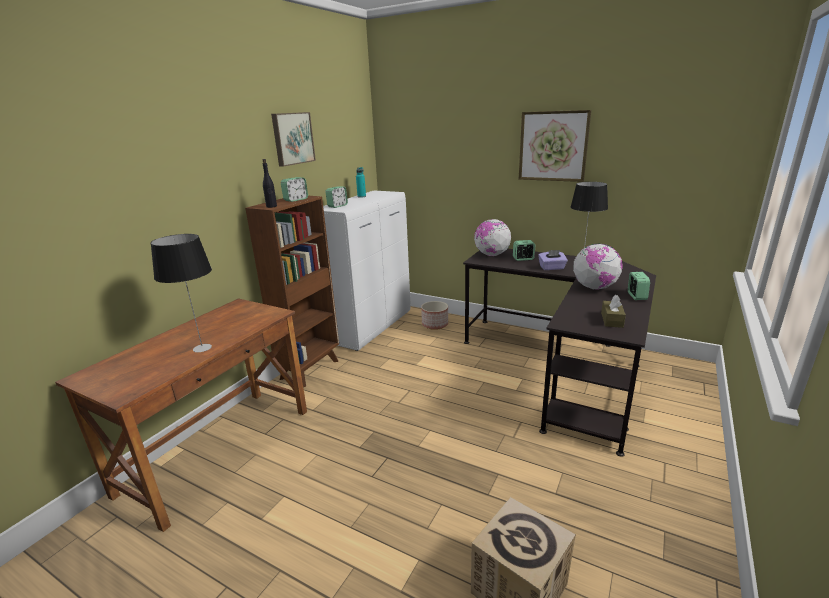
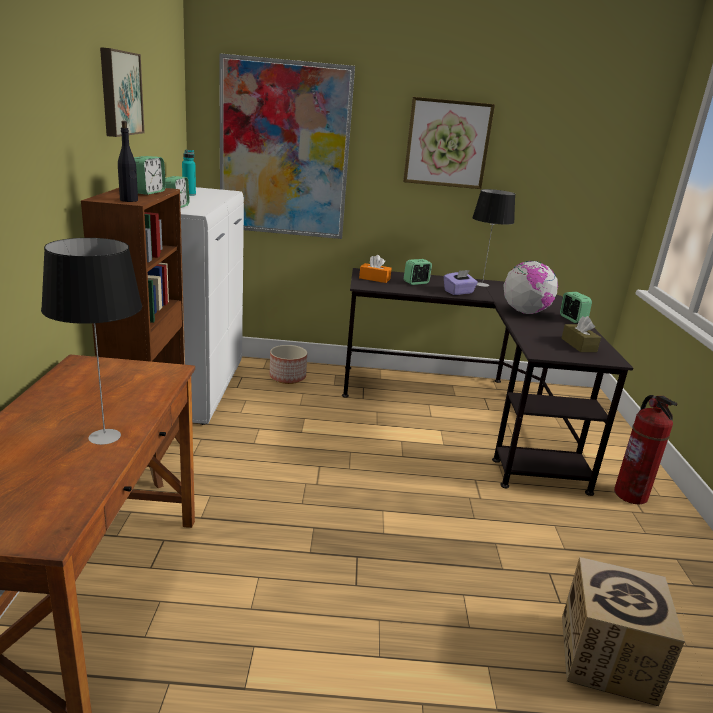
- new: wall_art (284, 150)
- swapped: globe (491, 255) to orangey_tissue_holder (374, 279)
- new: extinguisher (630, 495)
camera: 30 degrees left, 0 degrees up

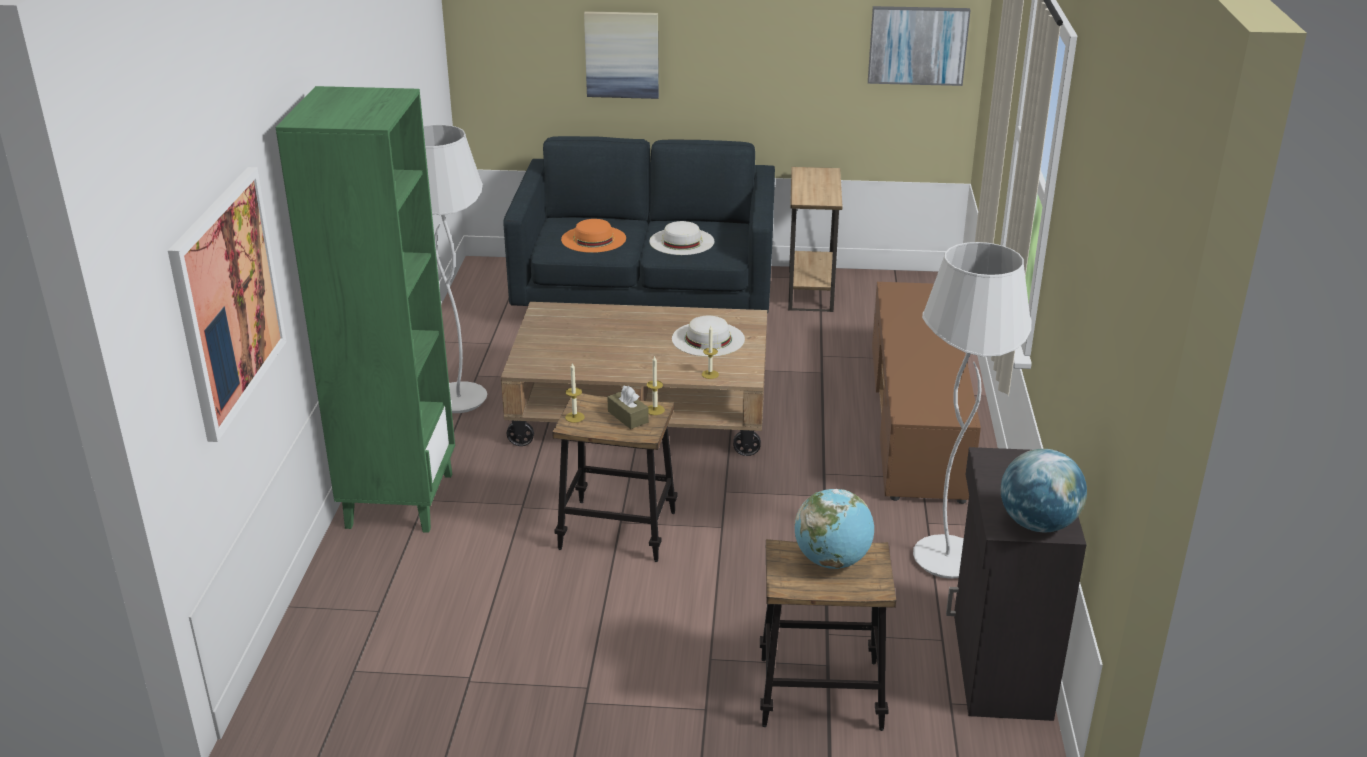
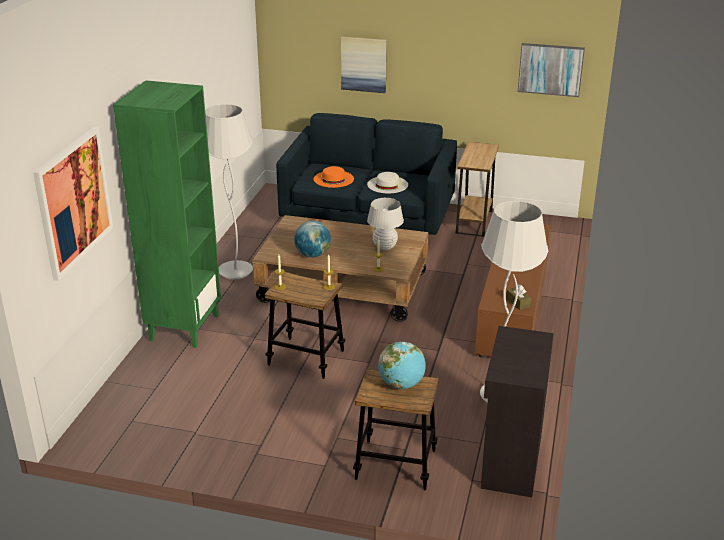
- shifted: globe (1038, 524) to (313, 255)
- swapped: white_hat (708, 339) to white_table_lamp (385, 247)
- shifted: brown-coloured_tissue_holder (628, 417) to (518, 302)
camera: 10 degrees right, 0 degrees up

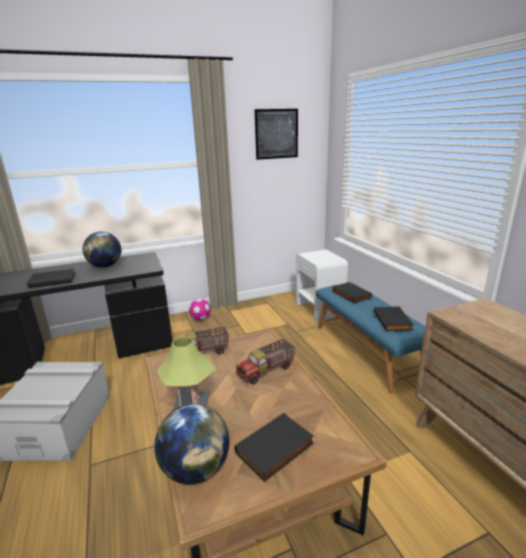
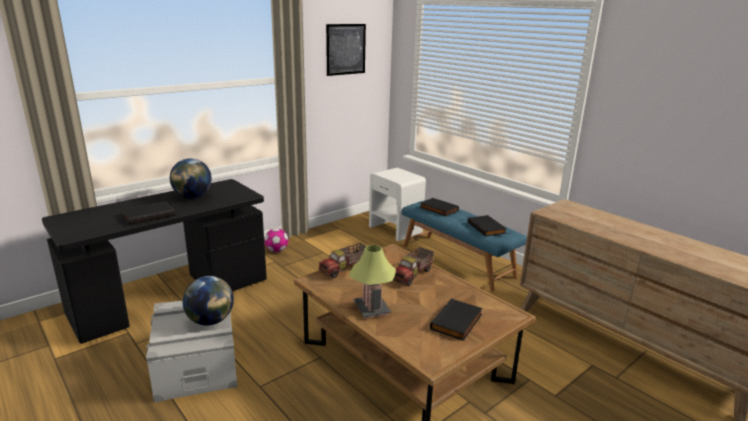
- shifted: globe (196, 469) to (210, 321)
camera: 20 degrees left, 0 degrees up

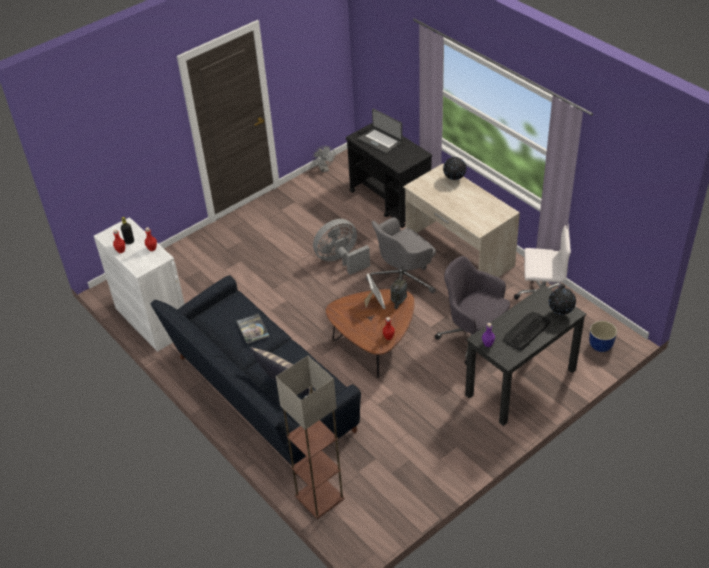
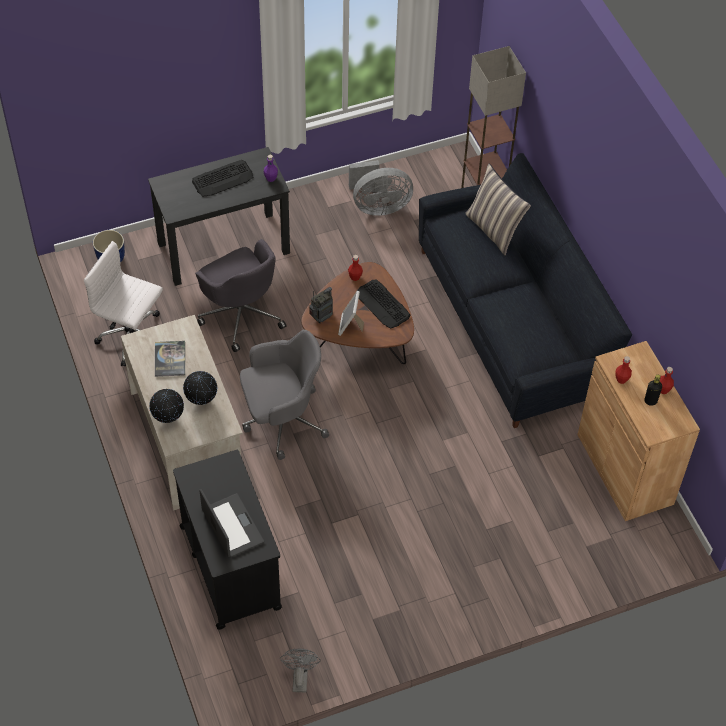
- shifted: bound_book (253, 329) to (170, 359)
- shifted: globe (560, 313) to (201, 400)
- shifted: grey_electric_fan (341, 260) to (378, 206)
- new: PC_keyboard (383, 304)
- repainted: white_storage_cabinet (153, 320) to brown-coloured_storage_cabinet (625, 469)
camera: 165 degrees left, 10 degrees up

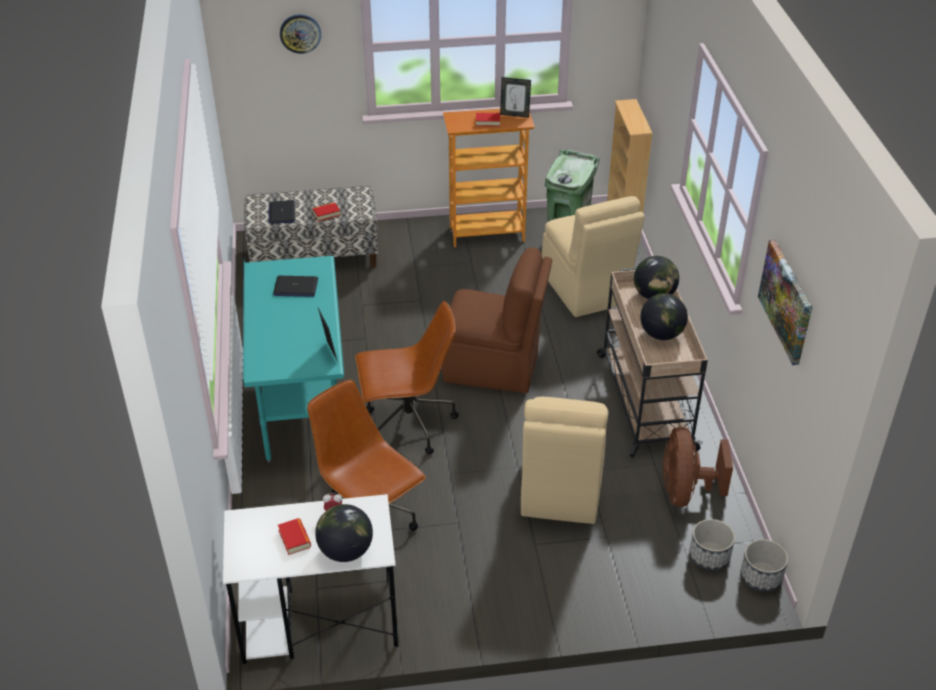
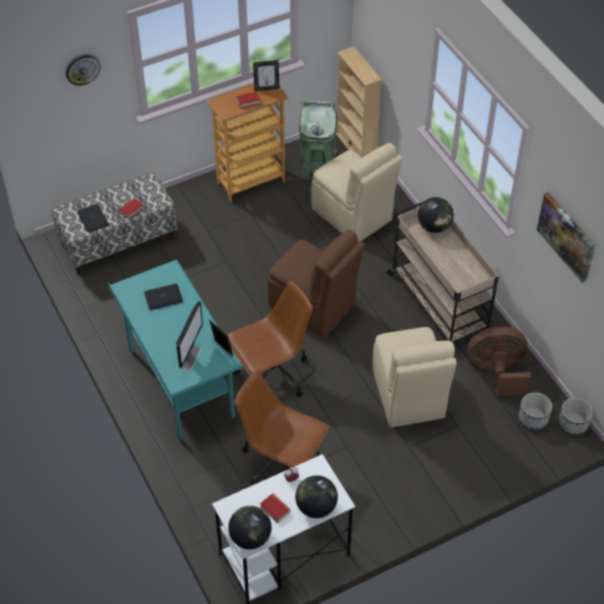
- new: computer_screen (191, 357)
- shifted: globe (661, 334) to (250, 538)
- rotated: brown-coloured_upright_chair (494, 367) = (313, 307) 45 degrees clockwise
- rotated: brown-coloured_electric_fan (685, 491) = (497, 372) 105 degrees clockwise
camera: 20 degrees left, 10 degrees up

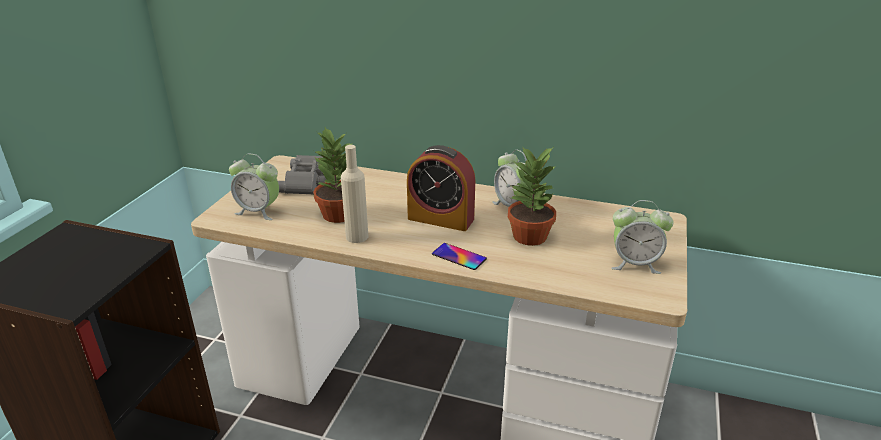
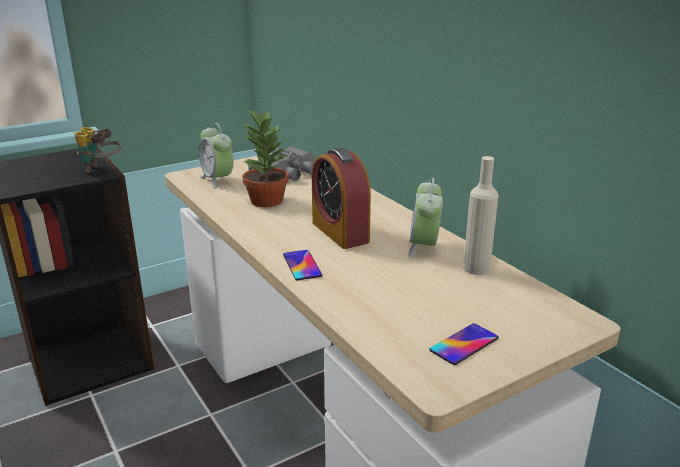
- new: field_glasses (101, 170)
- swapped: table_clock (635, 263) to phone (464, 344)
- shifted: beige_beverage_bottle (357, 236) to (476, 268)
- gone: plant_in_a_pot (530, 237)
camera: 40 degrees right, 5 degrees down

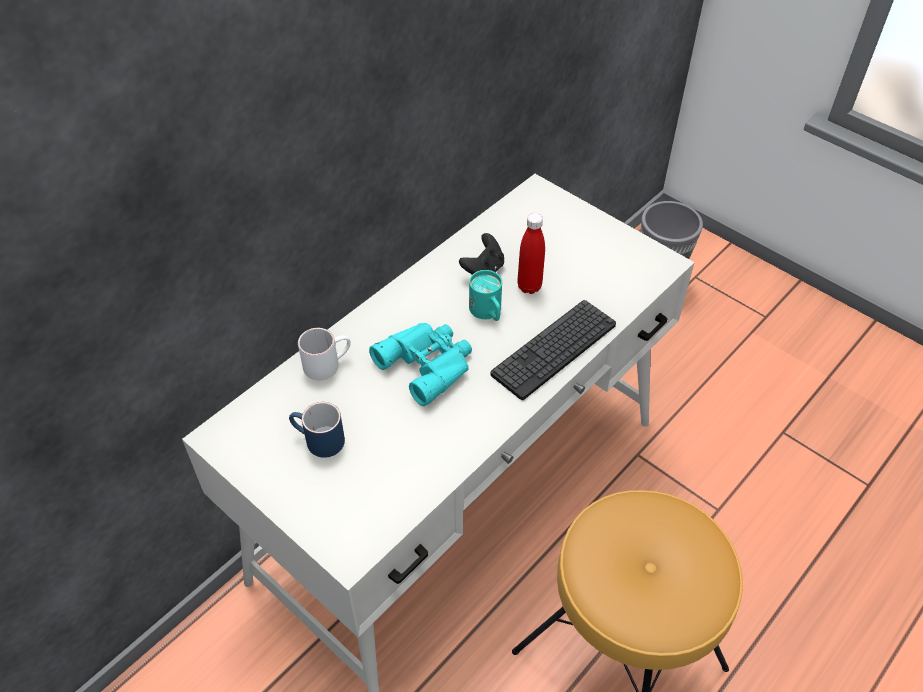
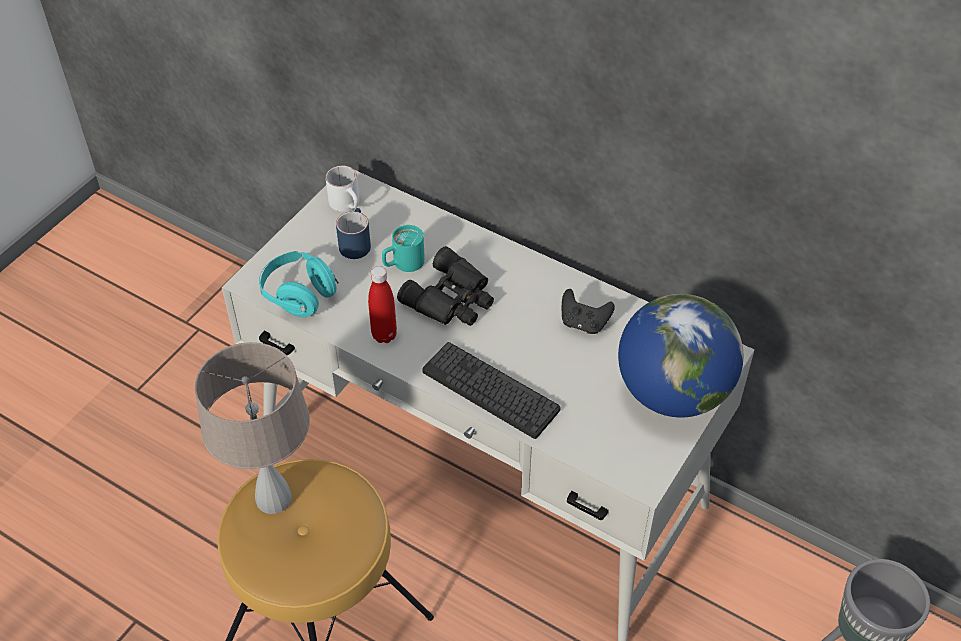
- new: beige_table_lamp (273, 499)
- new: turquoise_headset (299, 295)
- shifted: white_coffee_mug (327, 363) to (348, 204)
- shifted: red-coloured_beverage_bottle (529, 286) to (384, 335)
- shifted: turquoise_coffee_mug (488, 313) to (403, 264)
- repainted: turquoise_field_glasses (428, 363) to black-coloured_field_glasses (452, 299)
- new: globe (673, 392)
camera: 80 degrees right, 0 degrees up

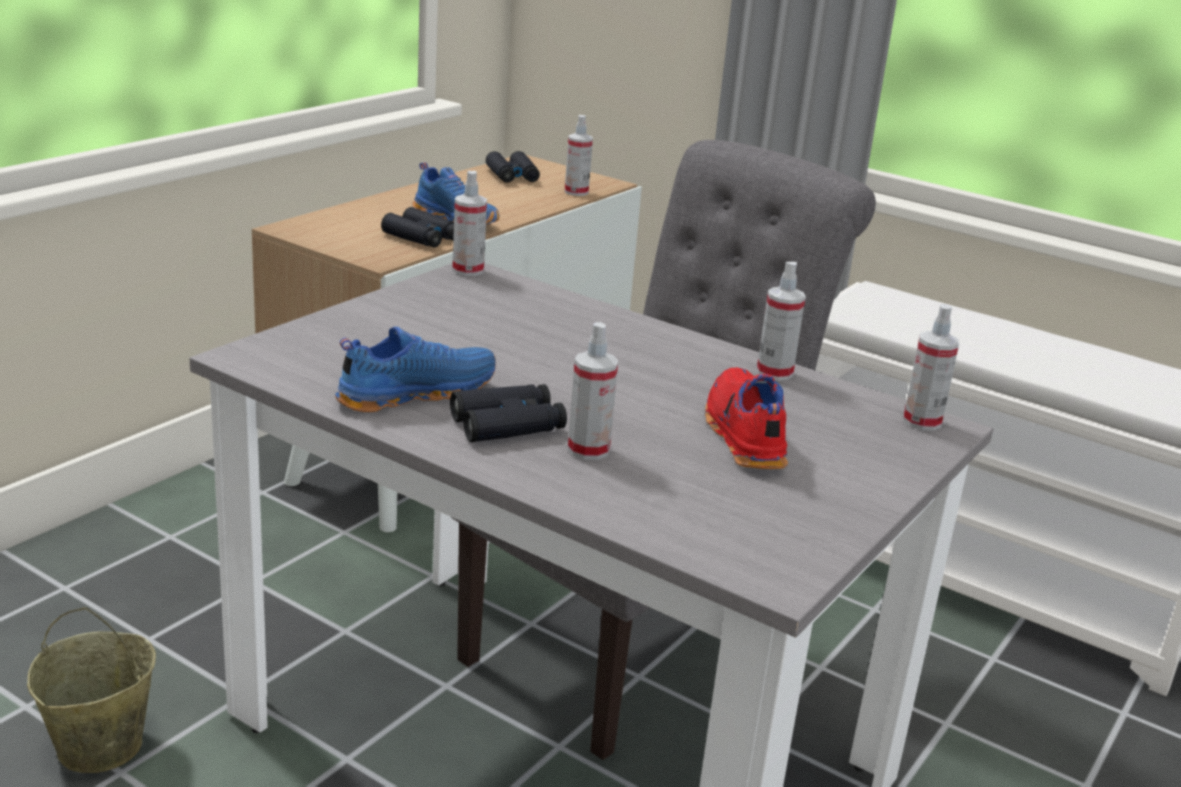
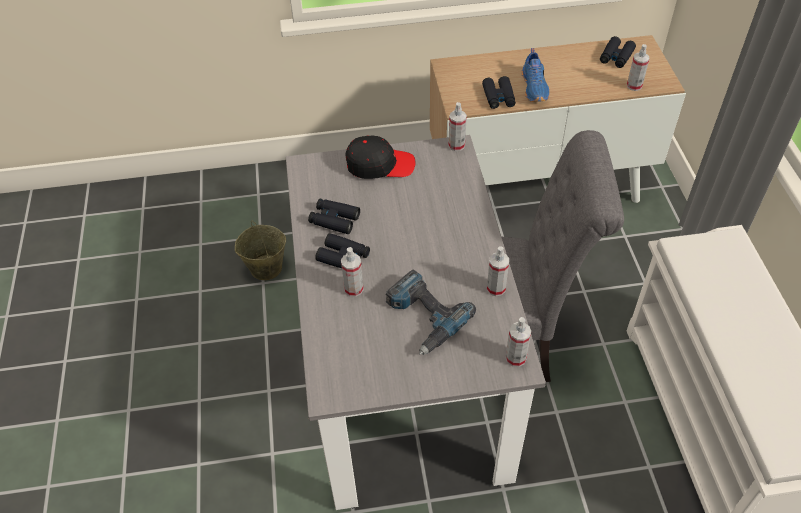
- swapped: bluish_item_of_footwear (415, 393) to black-coloured_field_glasses (334, 220)
- new: black-coloured_cap (380, 164)
- swapped: red-coloured_item_of_footwear (742, 435) to drill (423, 317)
camera: 50 degrees right, 25 degrees up

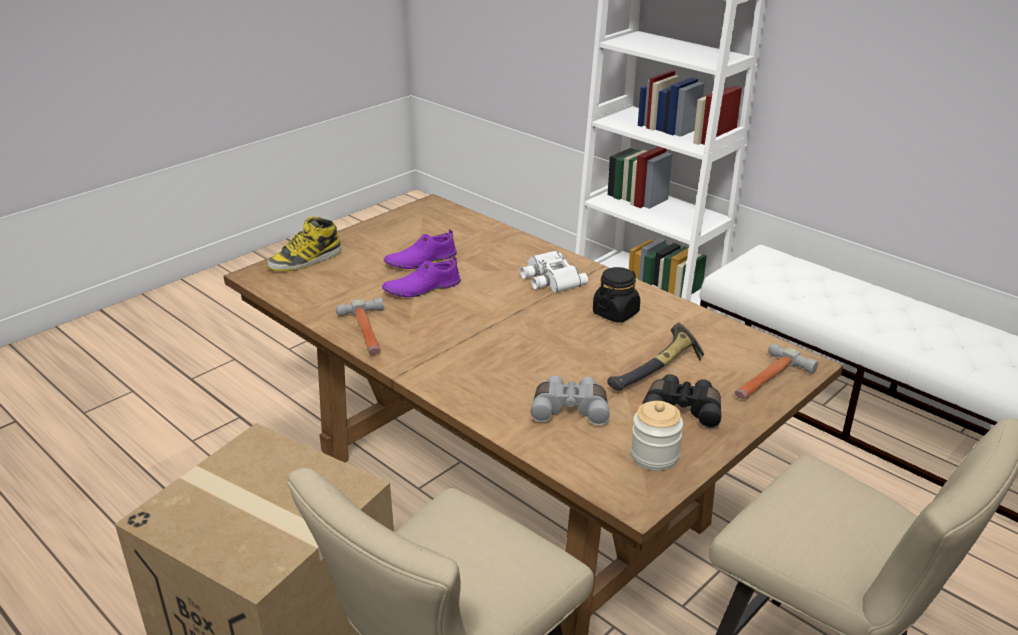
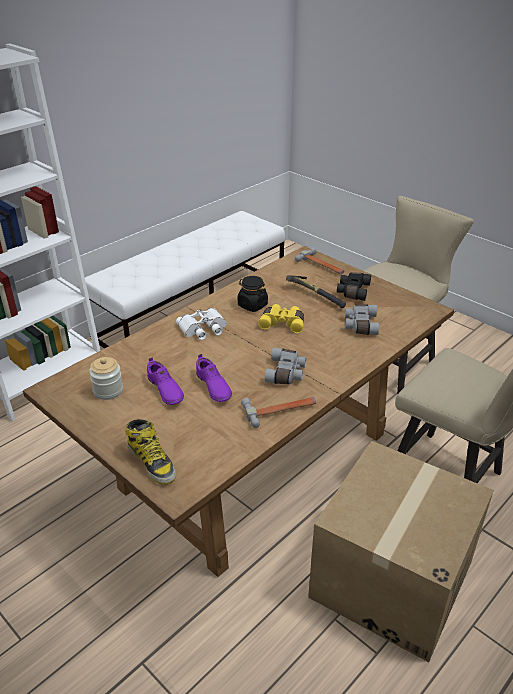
- shifted: jar (654, 456) to (108, 391)
- new: yellowish_field_glasses (283, 323)
- new: grey_field_glasses (286, 373)
camera: 90 degrees left, 5 degrees up

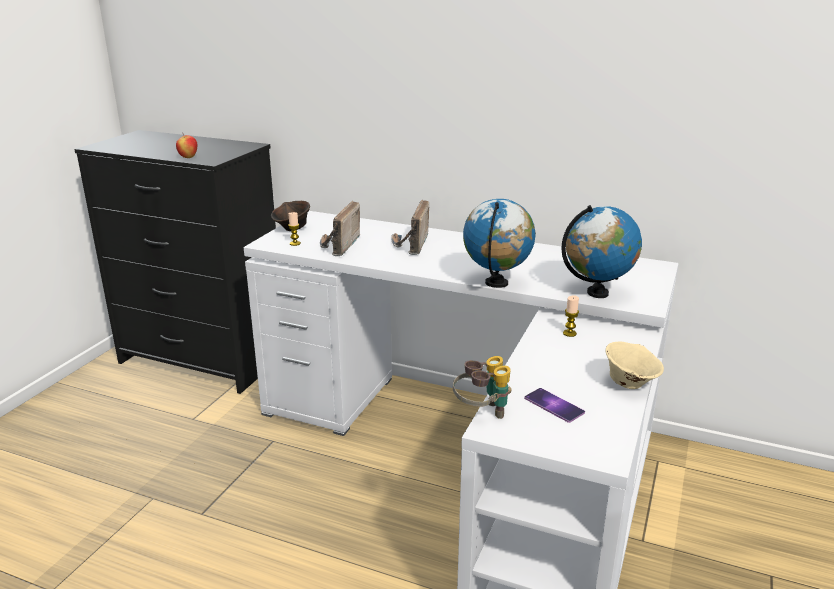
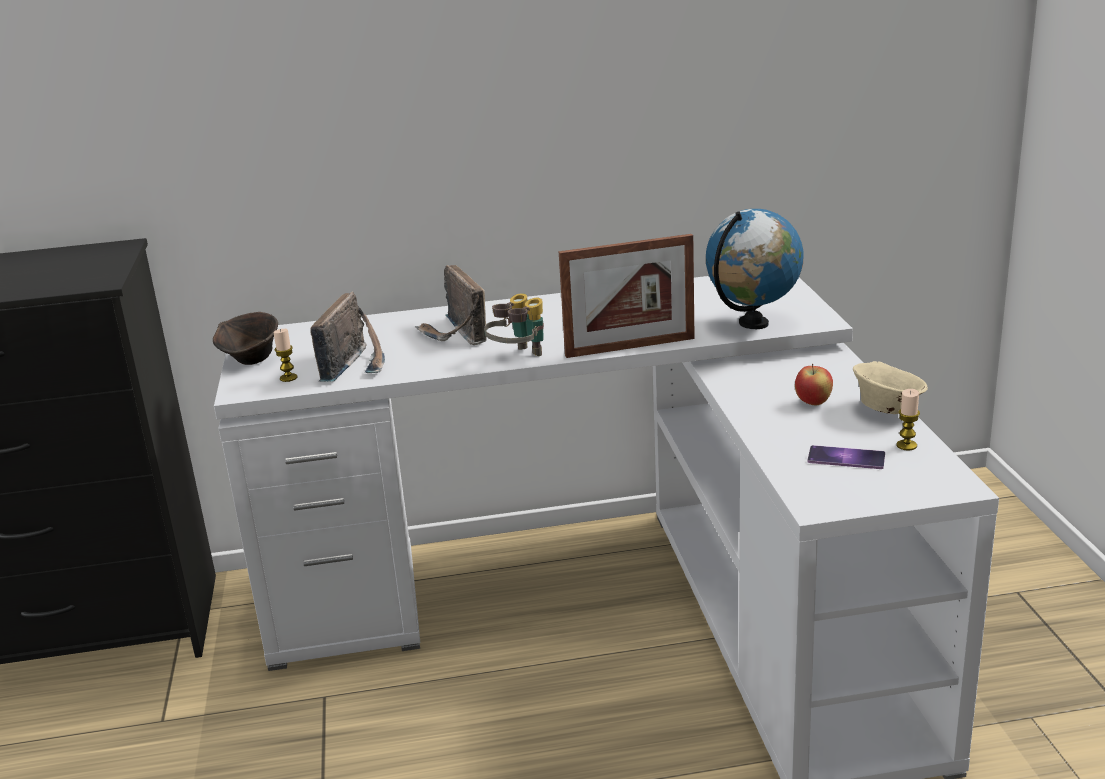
- rotated: radio_receiver (337, 246) = (357, 364) 150 degrees counterclockwise
- shifted: field_glasses (482, 413) to (519, 357)
- swapped: globe (497, 283) to photo_frame (630, 347)
- shifted: whole_apple (188, 157) to (813, 403)
- shifted: wax_candle (569, 333) to (906, 445)
camera: 30 degrees left, 0 degrees up

